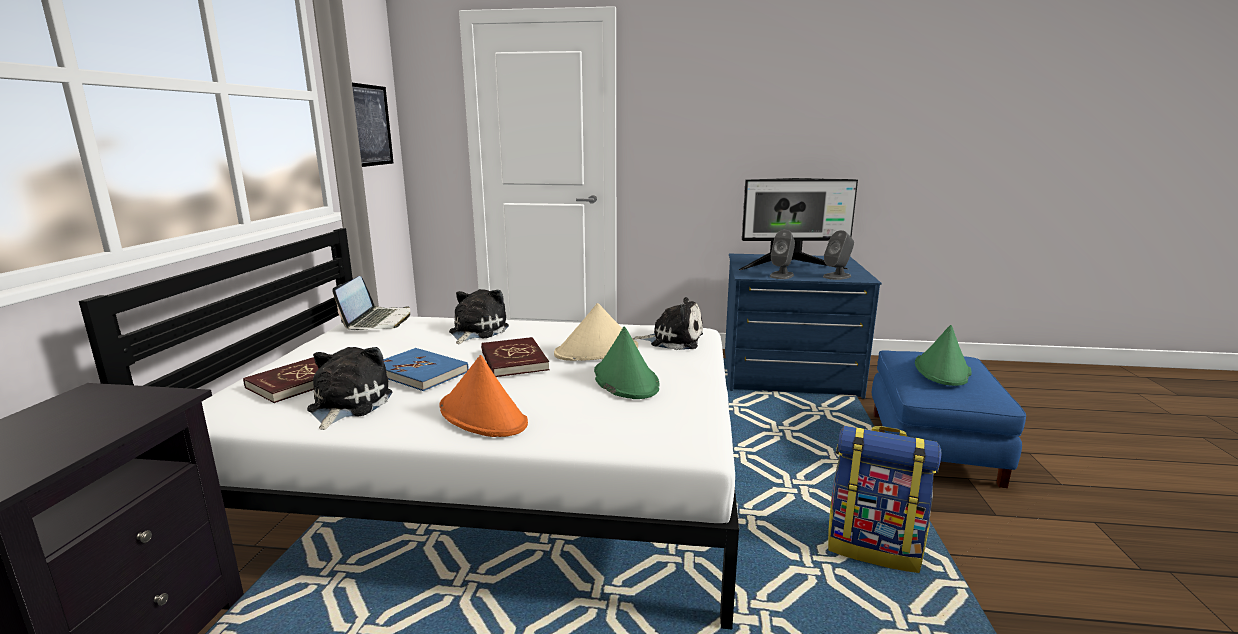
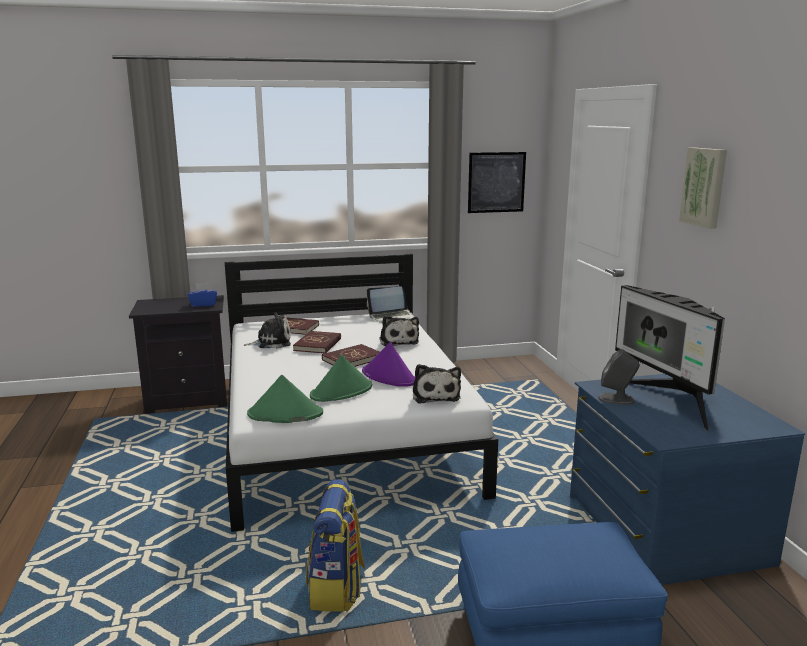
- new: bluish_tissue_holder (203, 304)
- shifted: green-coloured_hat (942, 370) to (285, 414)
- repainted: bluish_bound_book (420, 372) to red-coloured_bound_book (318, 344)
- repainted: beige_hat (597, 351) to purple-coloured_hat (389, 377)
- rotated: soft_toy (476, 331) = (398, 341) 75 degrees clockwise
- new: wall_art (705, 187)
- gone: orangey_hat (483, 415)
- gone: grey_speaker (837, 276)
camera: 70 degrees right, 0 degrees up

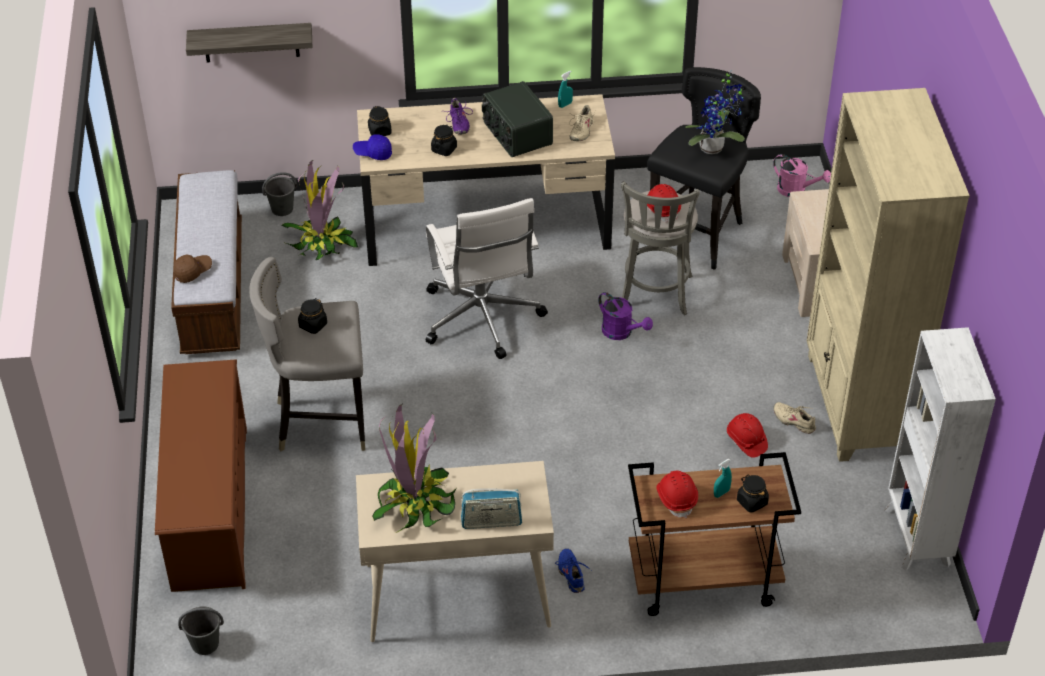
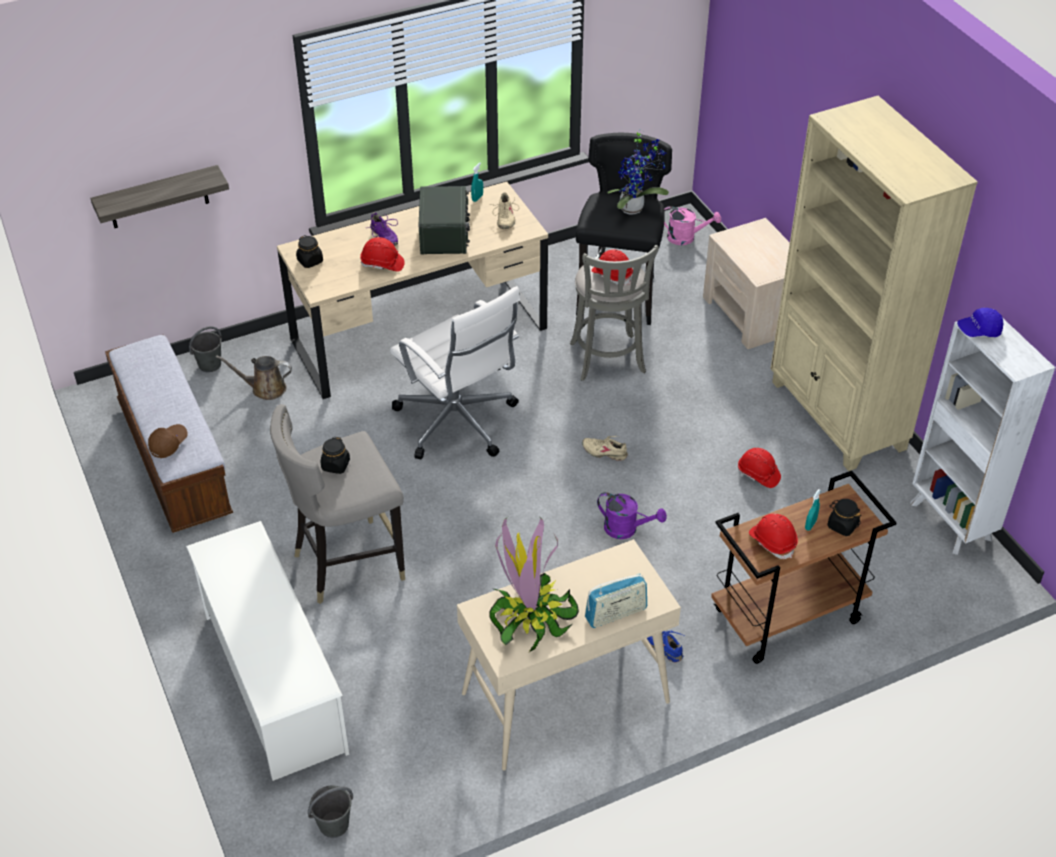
- repainted: brown-coloured_shoe_stand (210, 508) to white_shoe_stand (273, 681)
- swapped: plant_in_a_pot (321, 243) to brown-coloured_sprinkling_can (265, 388)
- swapped: black-coloured_jar (444, 149) to red-coloured_hard_hat (382, 264)
- rotated: radio_receiver (516, 134) = (445, 235) 135 degrees counterclockwise
- shifted: beige_item_of_footwear (794, 421) to (604, 452)
- shifted: purple-coloured_sprinkling_can (621, 332) to (626, 529)
- shifted: bluish_cap (373, 153) to (979, 330)
camera: 20 degrees left, 0 degrees up

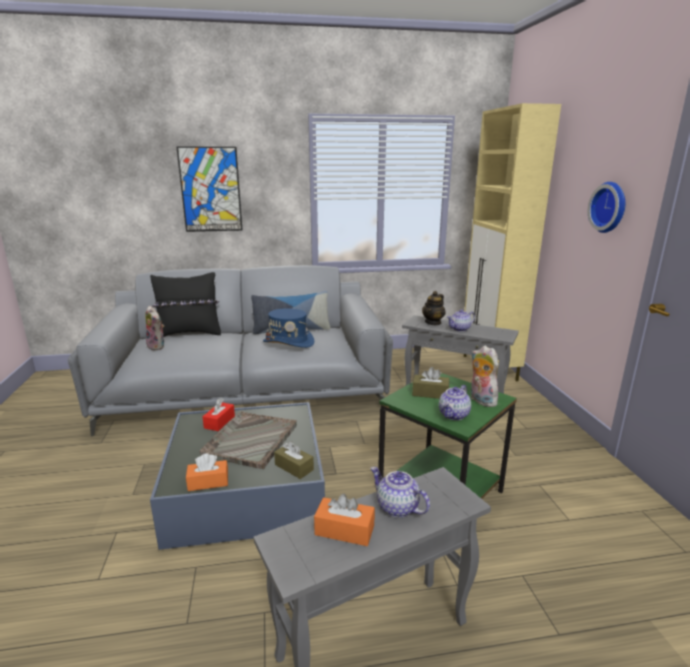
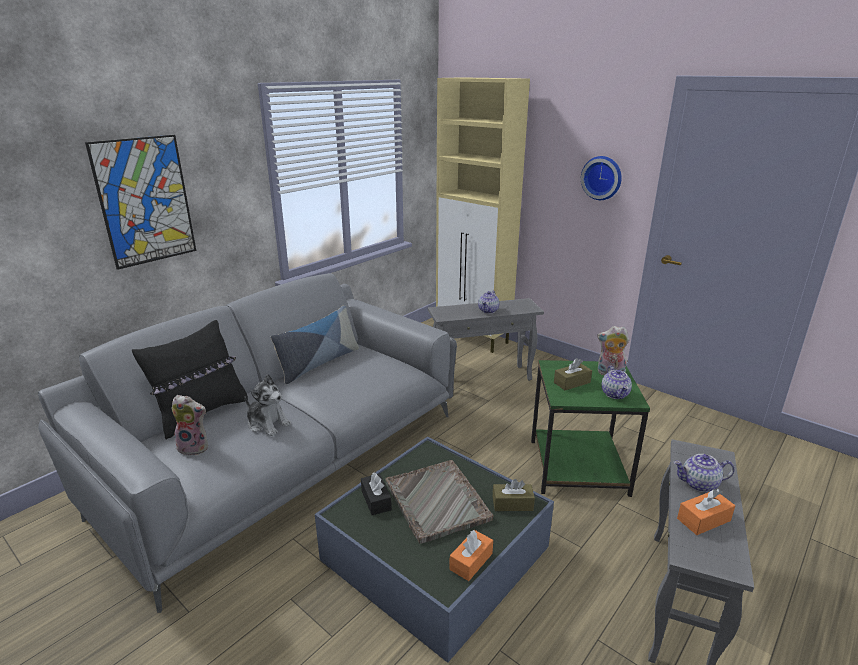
- new: soft_toy (268, 424)
- repainted: red-coloured_tissue_holder (219, 422) to black-coloured_tissue_holder (376, 500)
- gone: bluish_hat (288, 342)
- gone: teapot (433, 322)
camera: 40 degrees left, 5 degrees up

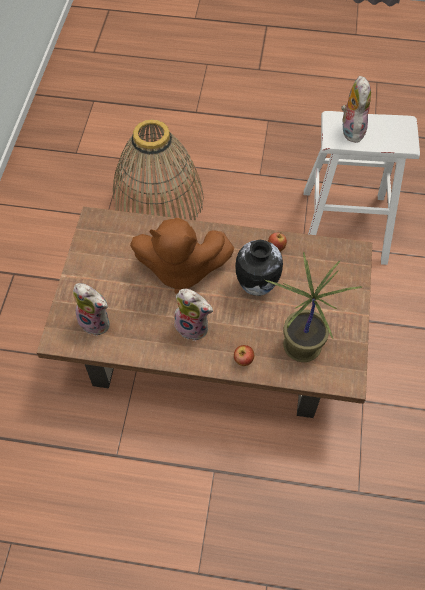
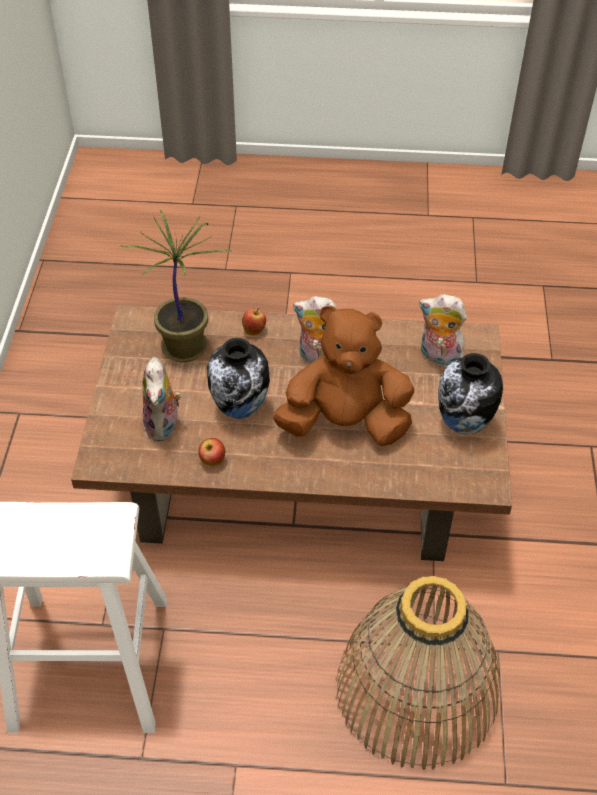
- shifted: soft_toy (350, 129) to (164, 426)
- new: decorative_vase (463, 425)
camera: 175 degrees right, 10 degrees down

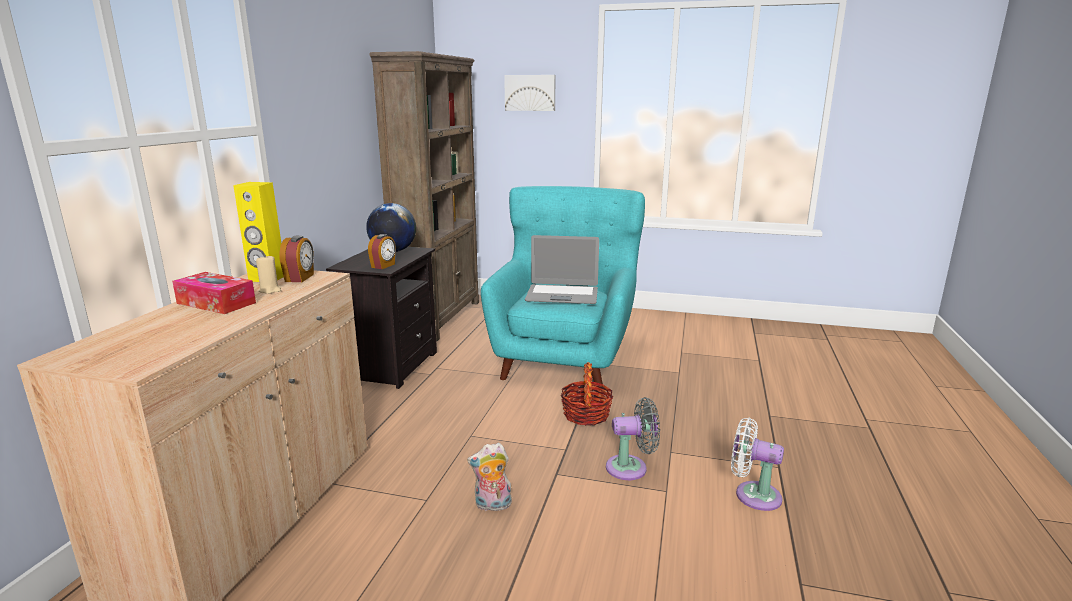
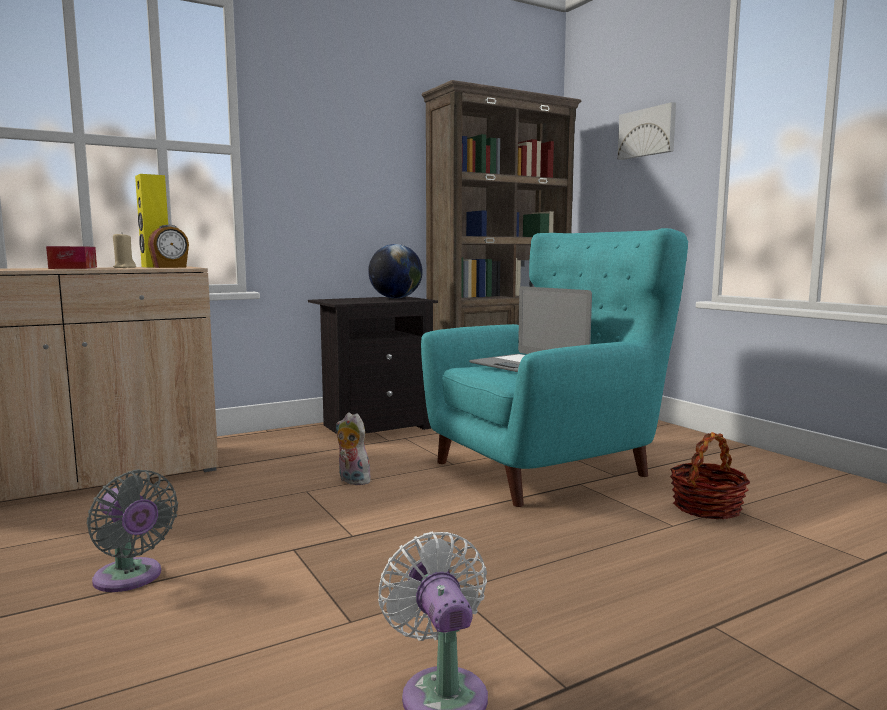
- shifted: grey_electric_fan (631, 468) to (130, 579)
- shifted: soft_toy (492, 506) to (351, 481)
- shifted: basket (586, 415) to (707, 508)
- gone: table_clock (383, 266)
camera: 45 degrees right, 10 degrees down

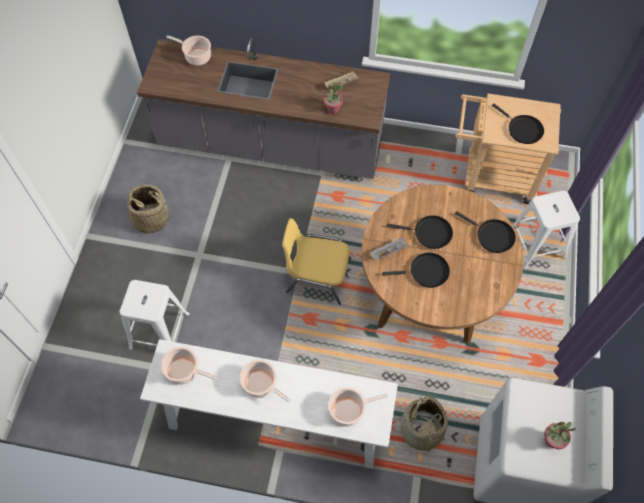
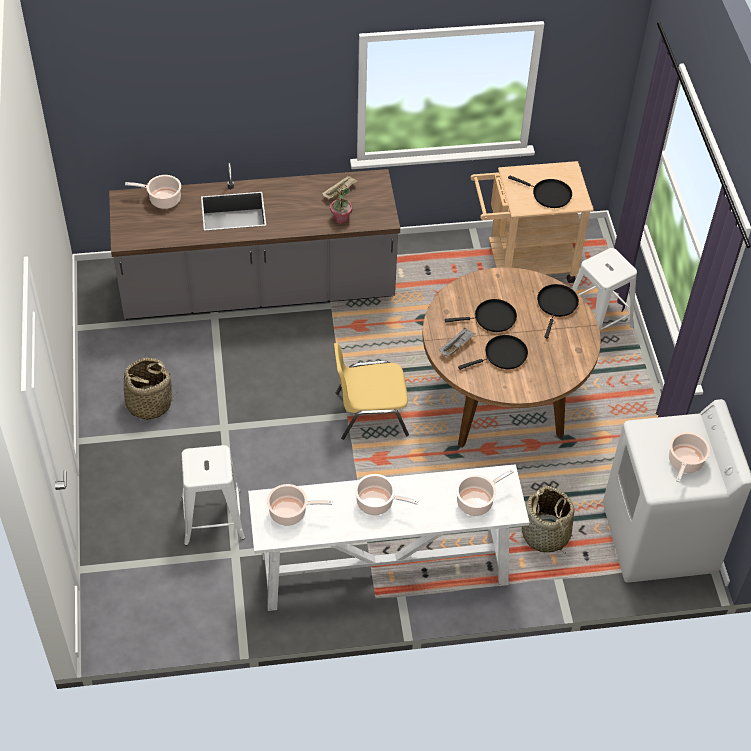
- rotated: black-coloured_pan (492, 236) = (556, 305) 90 degrees counterclockwise
- swapped: plant_in_a_pot (552, 440) to cooking_pot (685, 462)
camera: 20 degrees left, 10 degrees down

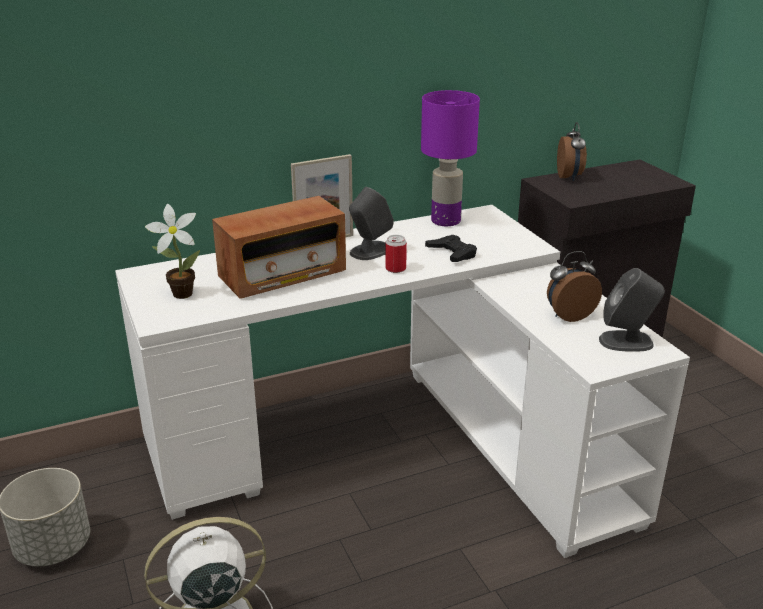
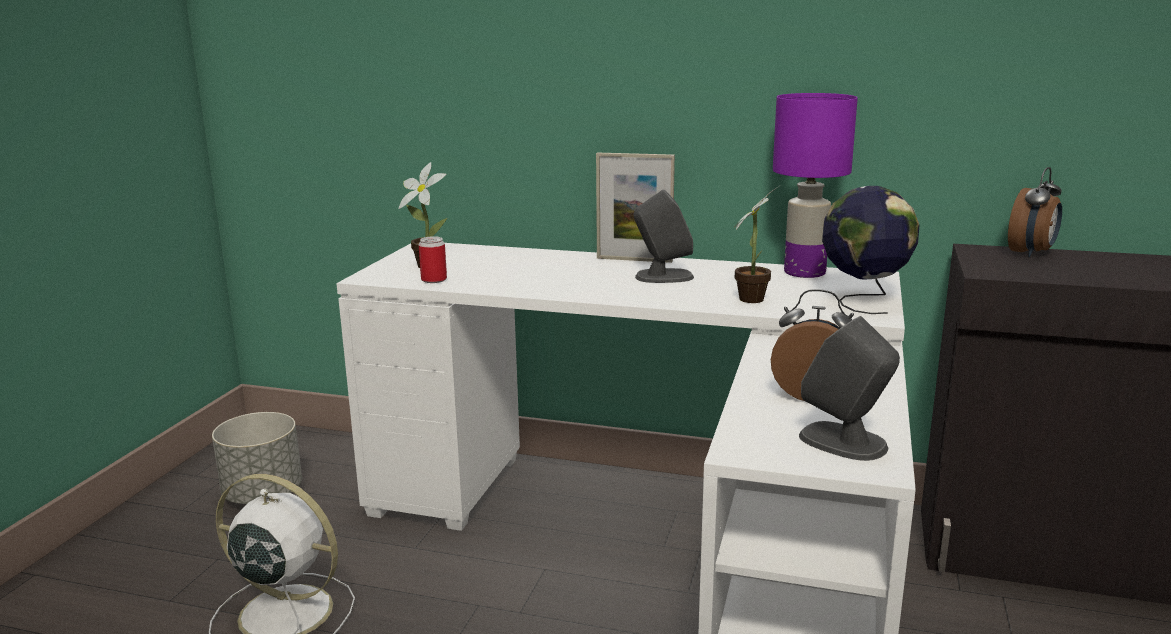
- shifted: metal_can (395, 269) to (434, 280)
- swapped: black-coloured_joypad (452, 253) to plant_in_a_pot (753, 298)
- new: globe (863, 301)
- gone: radio_receiver (282, 275)
camera: 40 degrees right, 10 degrees down

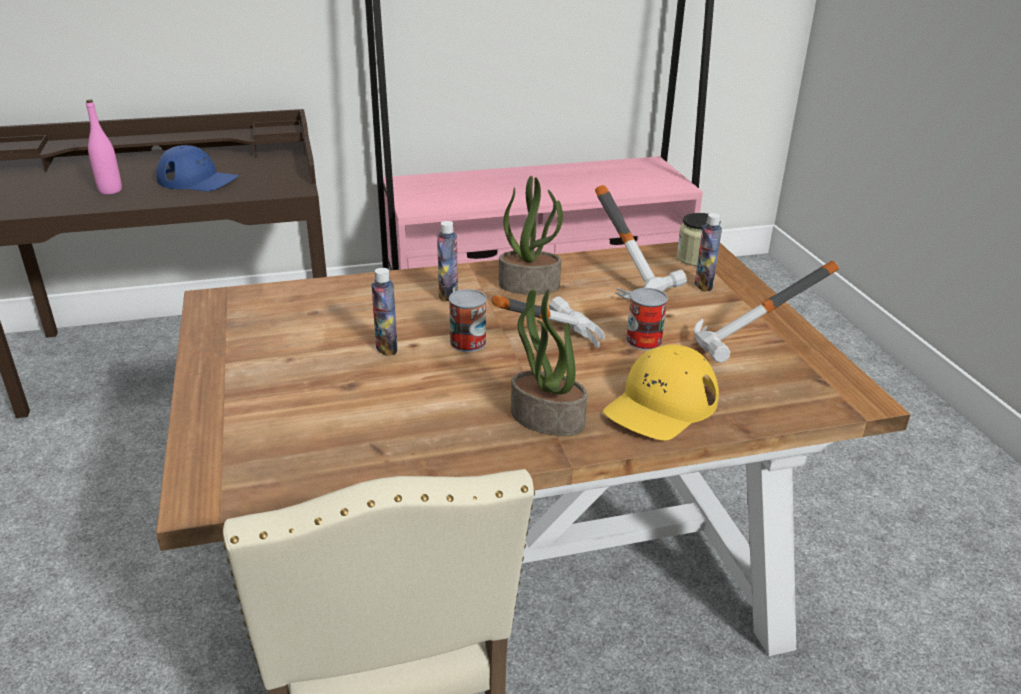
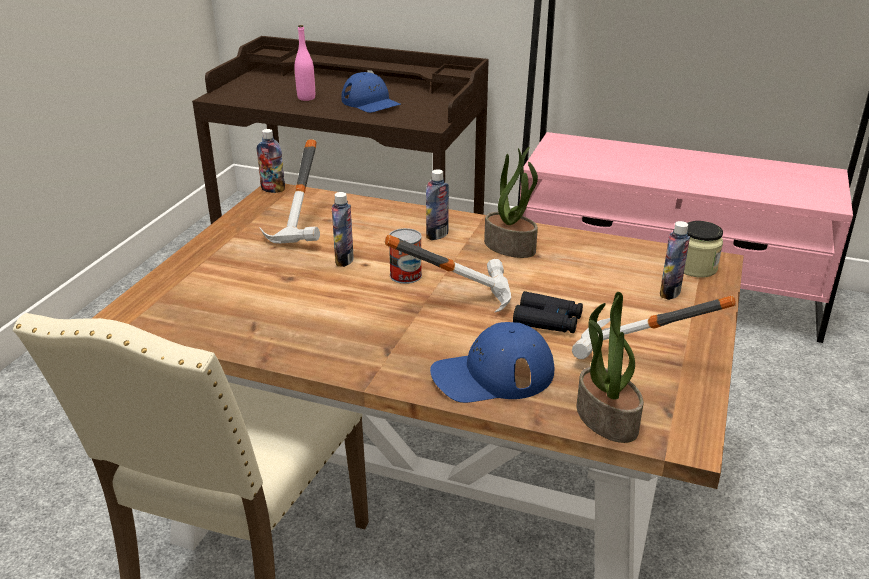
- new: beverage_bottle (273, 189)
- shifted: hammer (636, 278) to (309, 227)
- repainted: yellowish_cap (661, 405) to bluish_cap (492, 375)
- swapped: metal_can (644, 340) to black-coloured_field_glasses (547, 320)
- shifted: plant_in_a_pot (545, 419) to (605, 418)
camera: 35 degrees right, 0 degrees up

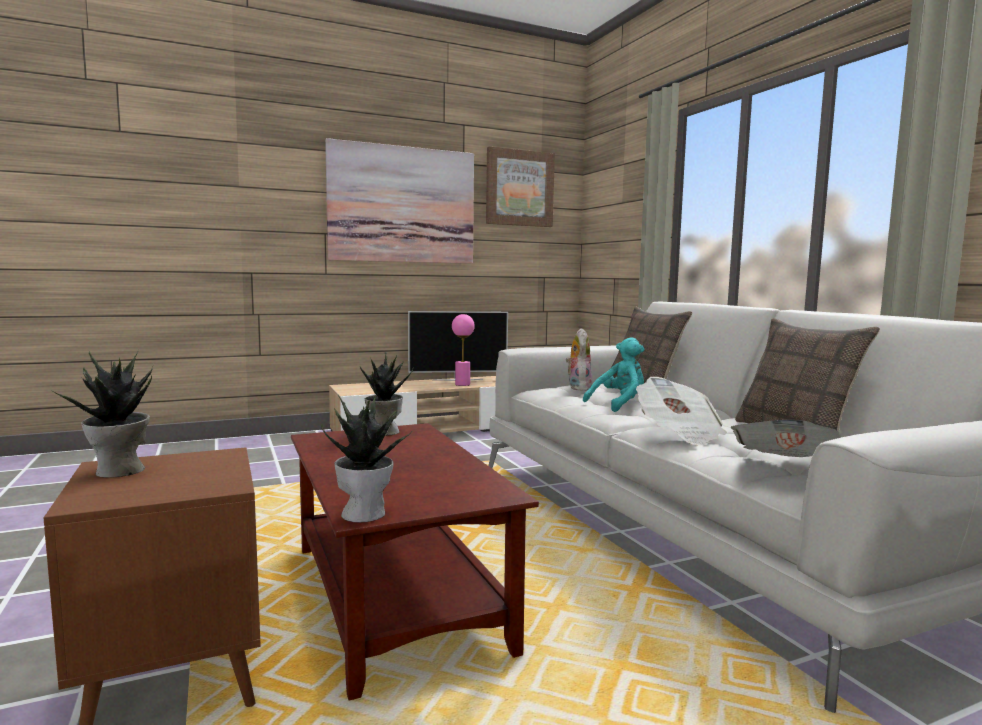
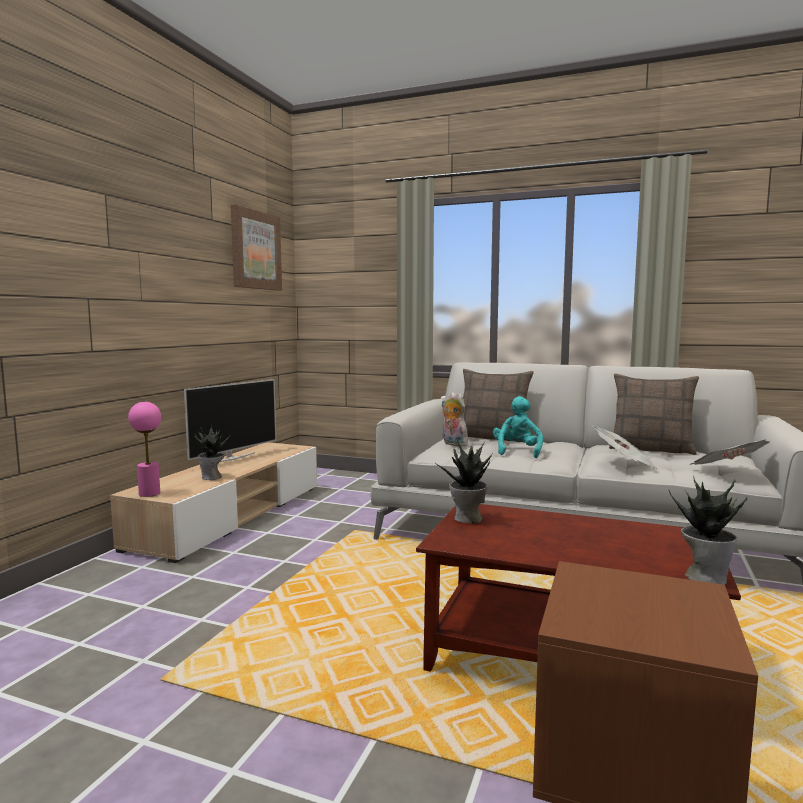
- shifted: pink_table_lamp (462, 384) to (149, 493)
- shifted: plant_in_a_pot (119, 471) to (212, 477)
- gone: wall_art (402, 205)
camera: 45 degrees left, 0 degrees up

